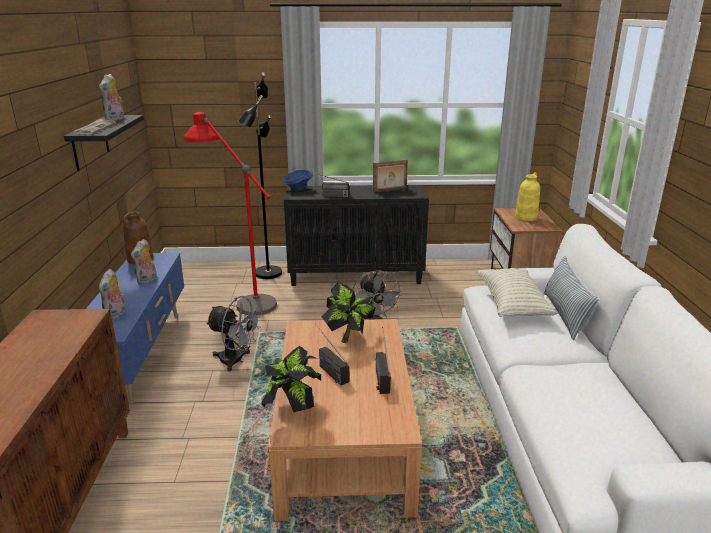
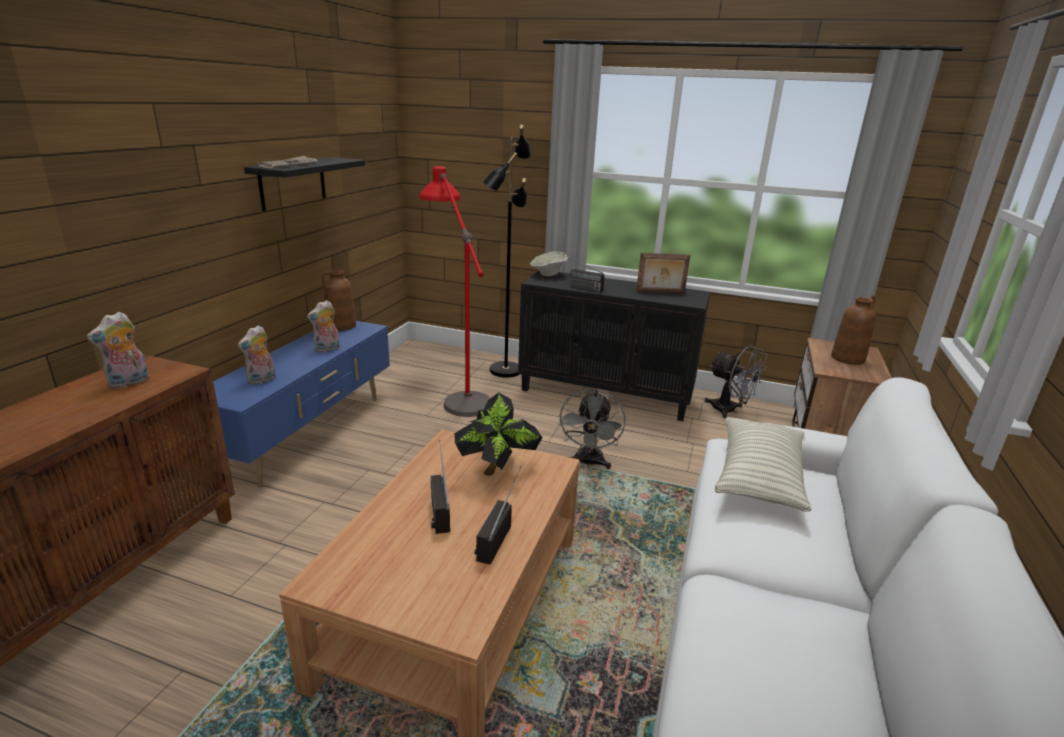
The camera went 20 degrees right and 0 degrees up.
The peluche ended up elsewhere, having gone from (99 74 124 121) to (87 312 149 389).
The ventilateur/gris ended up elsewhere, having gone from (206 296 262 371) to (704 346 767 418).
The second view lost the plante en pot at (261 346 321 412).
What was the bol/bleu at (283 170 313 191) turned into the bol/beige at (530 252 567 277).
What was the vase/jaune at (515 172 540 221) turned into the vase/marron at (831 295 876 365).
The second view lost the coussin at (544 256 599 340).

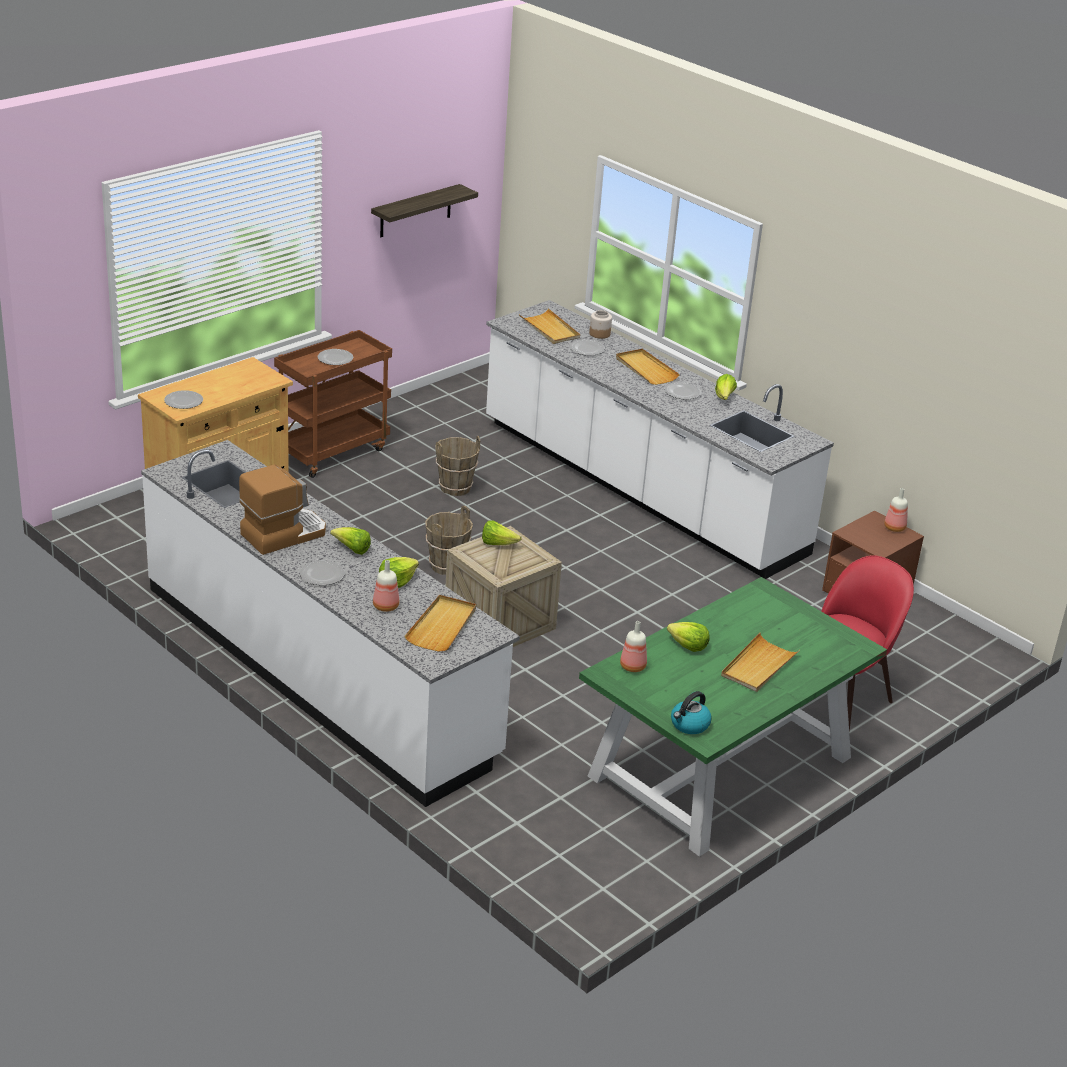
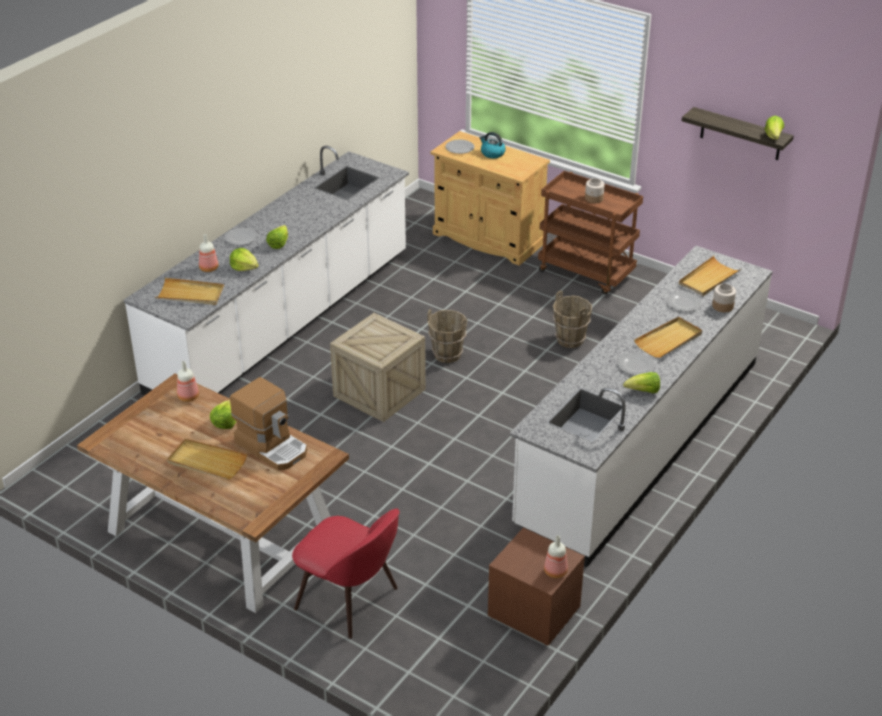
The camera went 80 degrees right and 5 degrees up.
The machine à café ended up elsewhere, having gone from (239 465 326 555) to (230 377 307 470).
Where the assiette stood at (318 349 353 365), the bocal came to stand at (585 178 605 203).
The laitue ended up elsewhere, having gone from (482 520 522 545) to (764 116 784 139).
What was the table à manger/vert at (579 577 887 857) turned into the table à manger/marron at (77 373 349 613).
The bouilloire ended up elsewhere, having gone from (671 691 712 734) to (480 132 506 158).

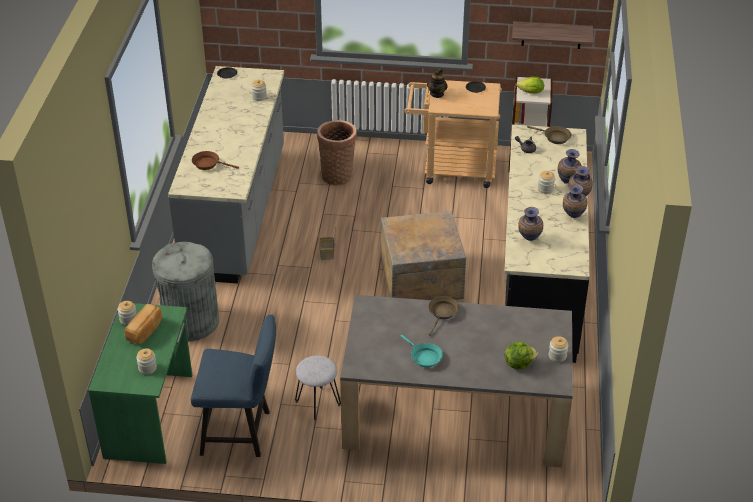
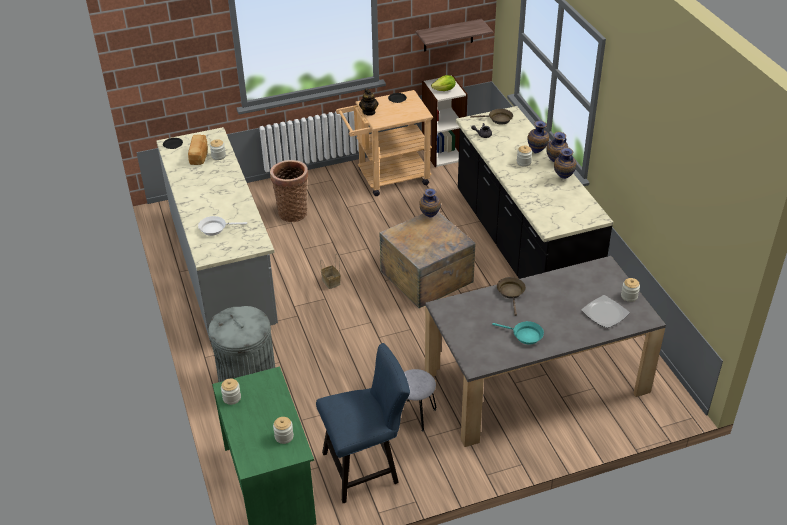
The camera went 25 degrees left and 0 degrees up.
The pain ended up elsewhere, having gone from (124 304 162 344) to (188 135 208 165).
What was the poêle/marron at (192 151 239 170) turned into the poêle/blanc at (198 216 247 236).
Where the laitue stood at (505 342 538 370), the assiette came to stand at (581 295 630 328).
The vase ended up elsewhere, having gone from (518 207 543 241) to (420 188 441 217).

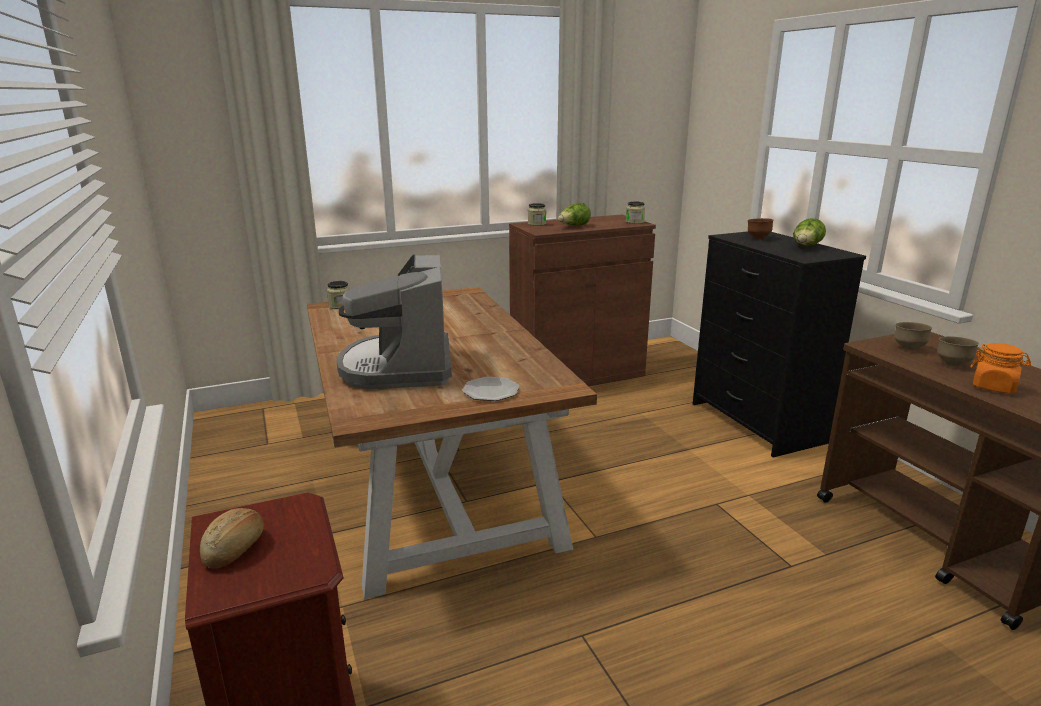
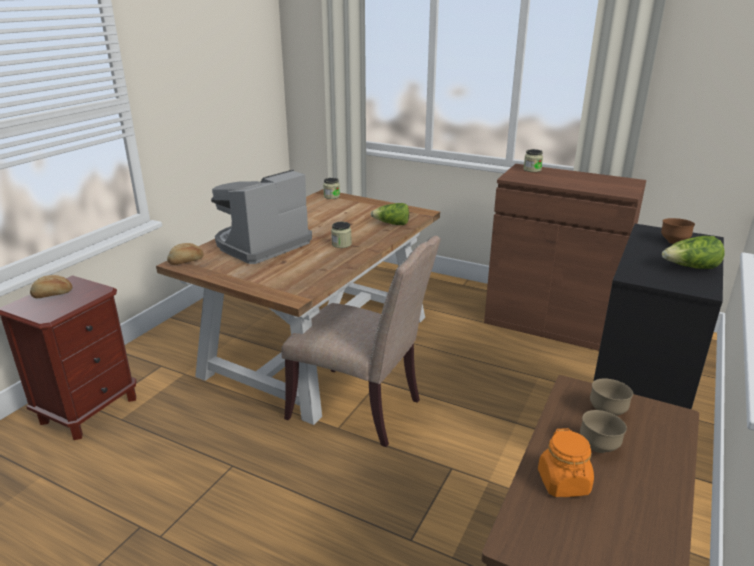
The camera went 50 degrees right and 5 degrees up.
The second view lost the assiette at (462 377 519 401).
The laitue ended up elsewhere, having gone from (558 203 591 226) to (371 203 409 225).
The bocal ended up elsewhere, having gone from (626 201 645 224) to (331 222 352 248).
The second view gained the pain at (167 243 204 265).
The second view gained the chaise/beige at (282 236 441 447).

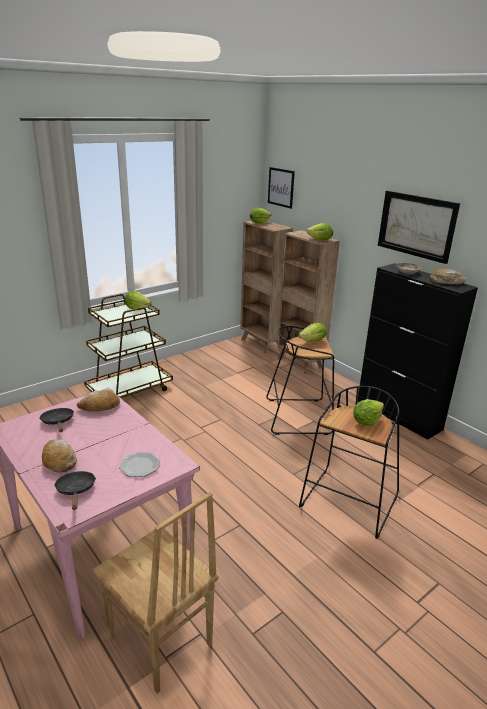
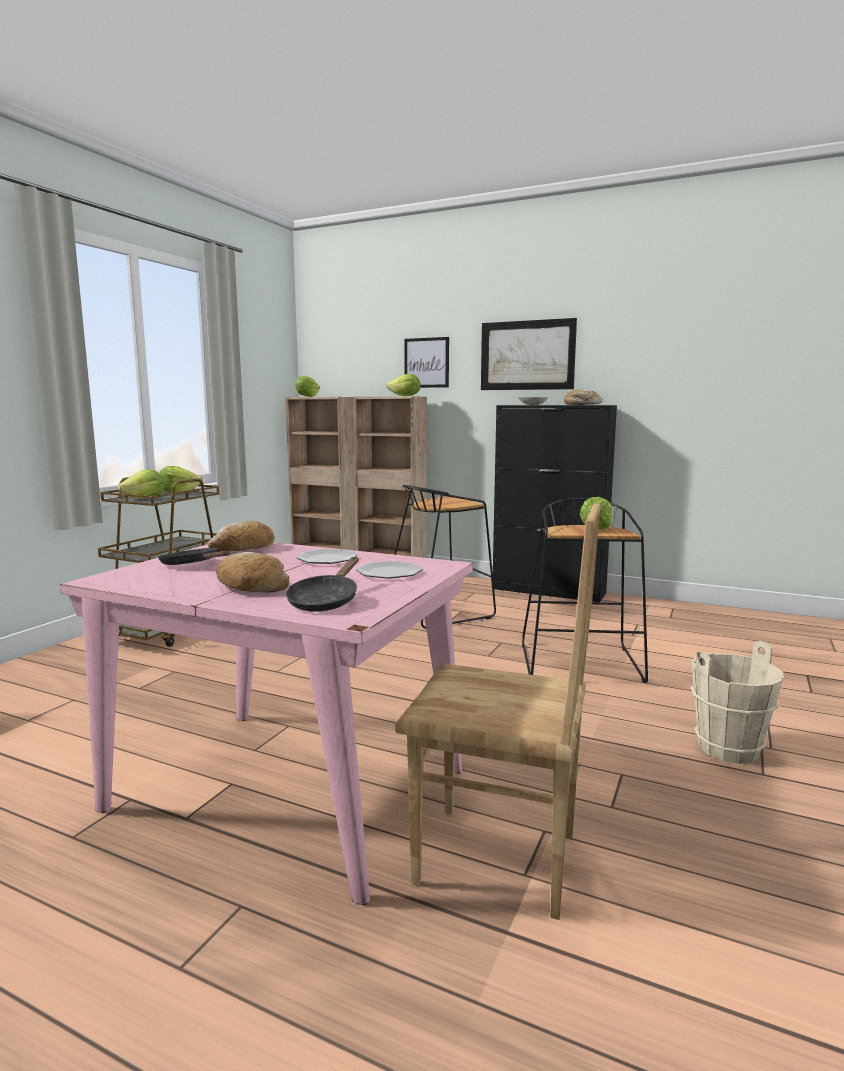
The camera went 25 degrees left and 15 degrees down.
The poêle/noir at (54 471 96 510) ended up facing another way, 120 degrees counterclockwise from before.
The tableau ended up elsewhere, having gone from (268 167 295 209) to (404 337 449 388).
The laitue ended up elsewhere, having gone from (298 323 327 342) to (118 469 165 499).
The second view gained the assiette at (296 549 358 564).
The second view gained the seau/beige at (690 641 784 764).

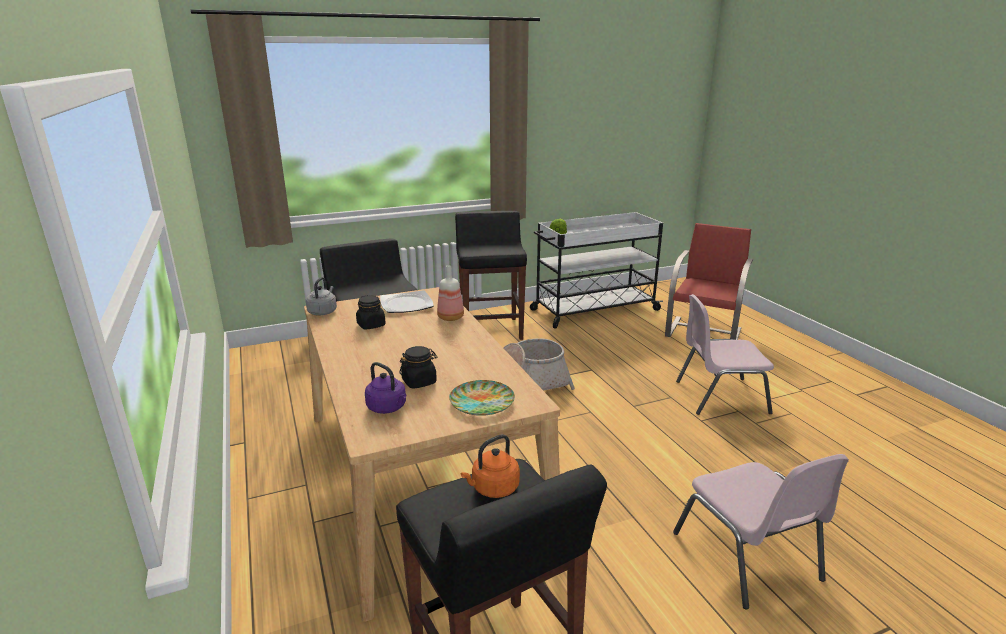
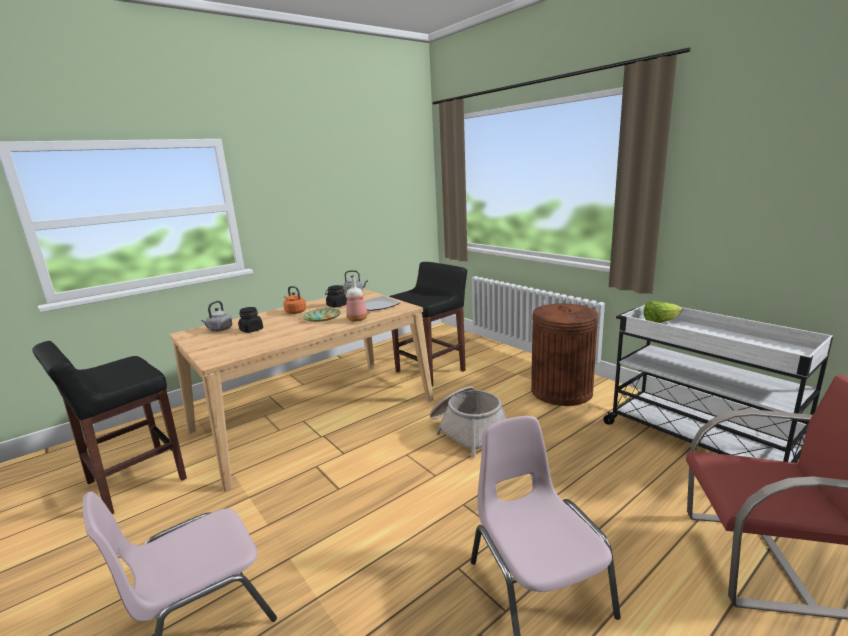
The camera went 75 degrees right and 5 degrees down.
What was the bouilloire/violet at (365 362 406 414) turned into the bouilloire/gris at (201 301 232 332).
The assiette ended up elsewhere, having gone from (449 380 515 416) to (302 308 341 322).
Where the tabouret/noir stood at (455 211 527 340), the poubelle/marron came to stand at (531 304 599 406).
The bouilloire/orange ended up elsewhere, having gone from (461 434 520 498) to (283 286 306 314).

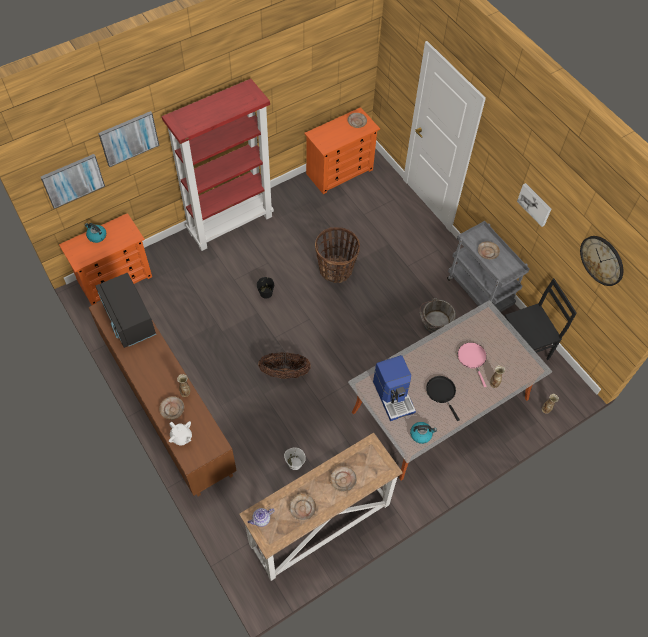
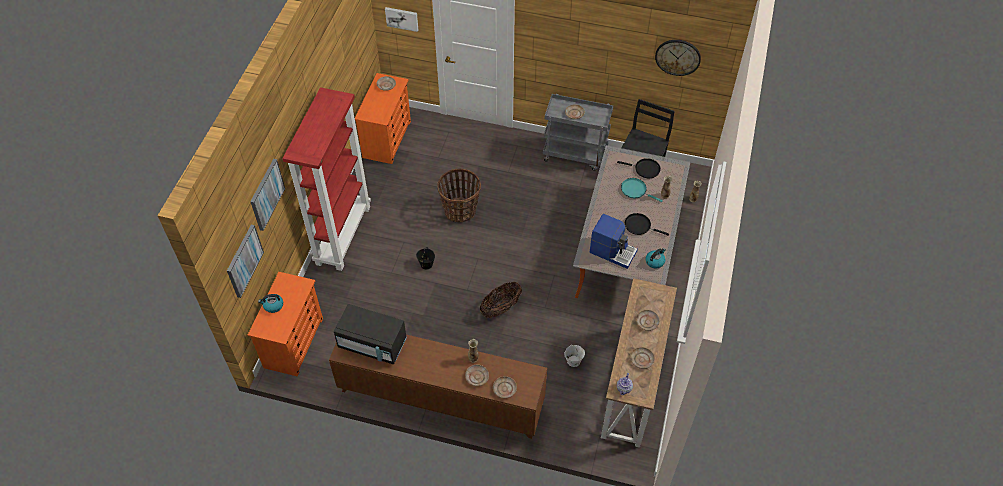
The camera went 40 degrees left and 5 degrees down.
Where the théière/blanc stood at (169 421 192 446), the assiette/beige came to stand at (493 376 517 398).
The second view lost the seau/gris at (419 298 456 333).
What was the poêle/rose at (458 343 487 387) turned into the poêle/turquoise at (621 178 663 202).
The tableau ended up elsewhere, having gone from (517 183 551 227) to (385 7 418 32).
The second view gained the poêle/noir at (617 158 661 178).

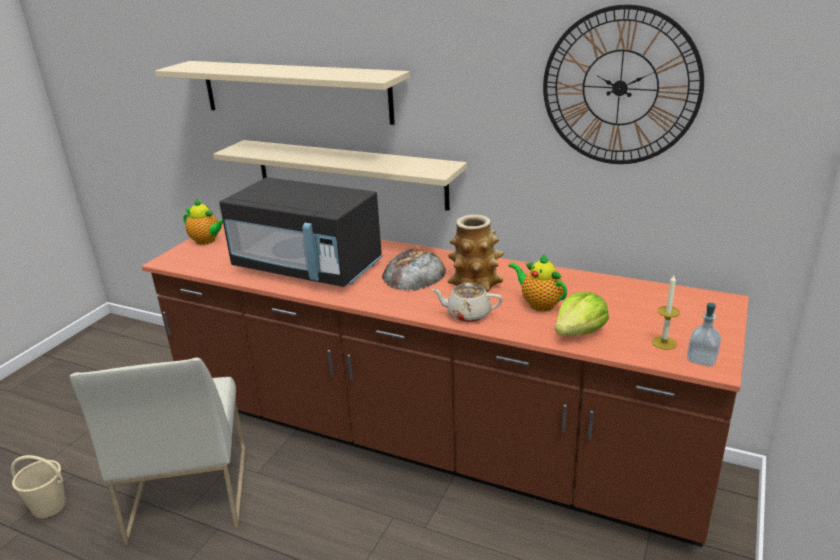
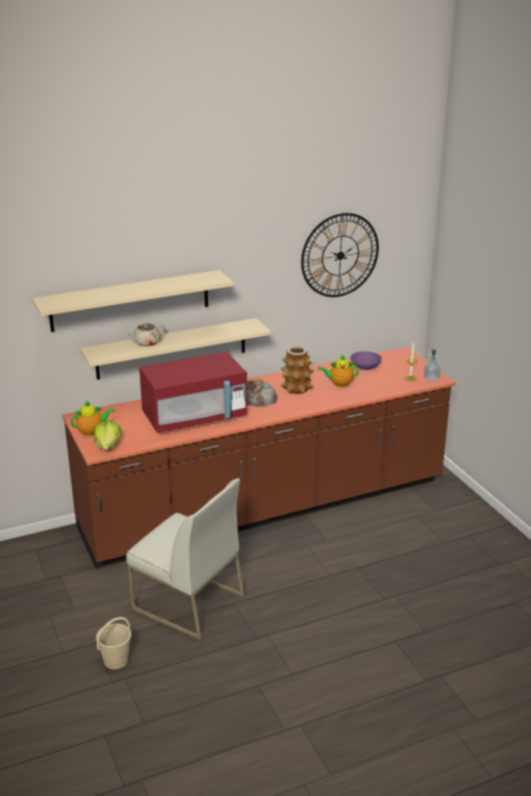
The camera went 50 degrees left and 0 degrees up.
What was the micro-ondes/noir at (219 177 383 287) turned into the micro-ondes/rouge at (139 352 247 433).
The théière/beige ended up elsewhere, having gone from (431 283 503 322) to (127 323 164 346).
The laitue ended up elsewhere, having gone from (555 292 609 336) to (94 421 122 450).
The second view gained the bol/violet at (350 351 382 370).

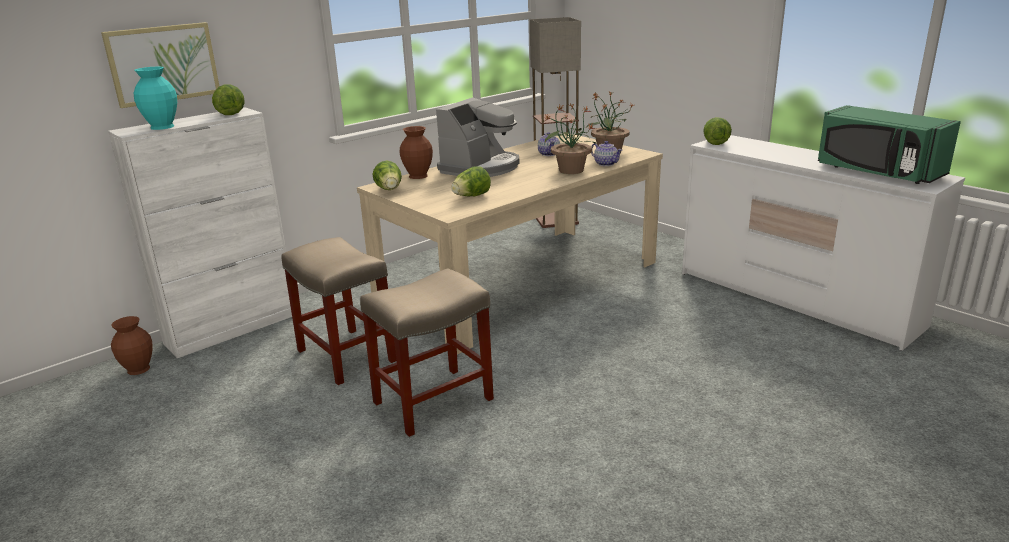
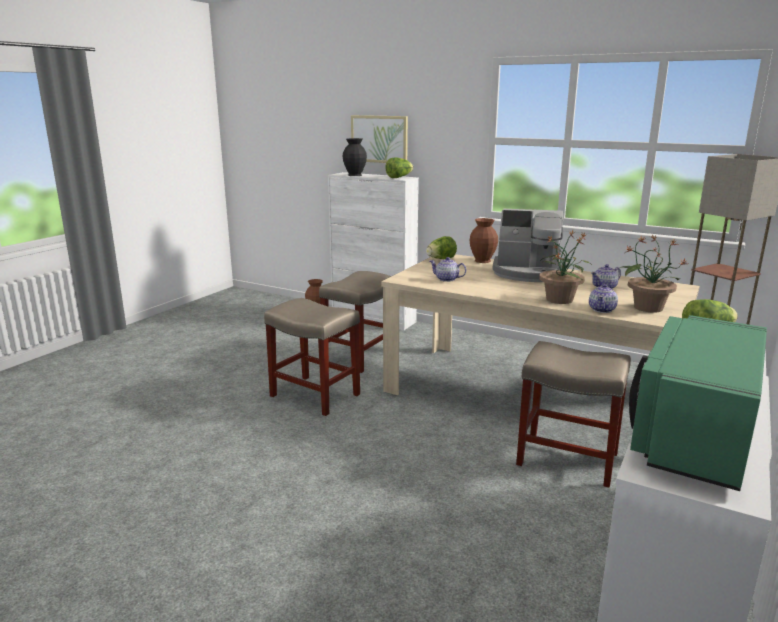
The camera went 70 degrees right and 5 degrees down.
What was the vase/turquoise at (134 67 177 130) turned into the vase/noir at (343 138 367 176).
Where the laitue stood at (451 166 491 196), the théière came to stand at (430 257 467 282).
The second view gained the tabouret/beige at (516 341 631 487).

